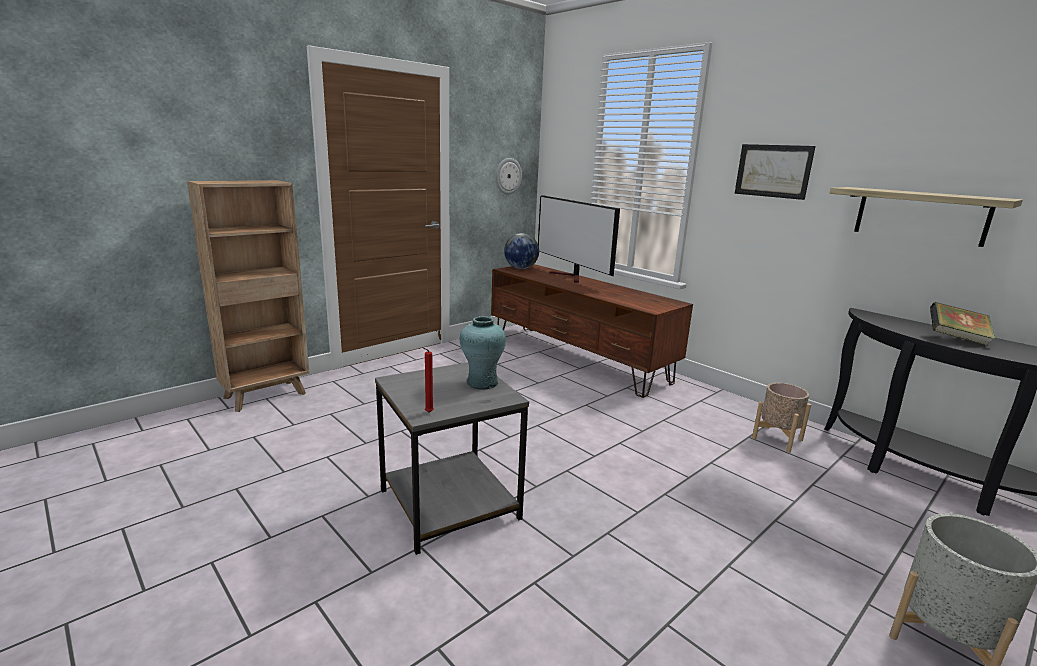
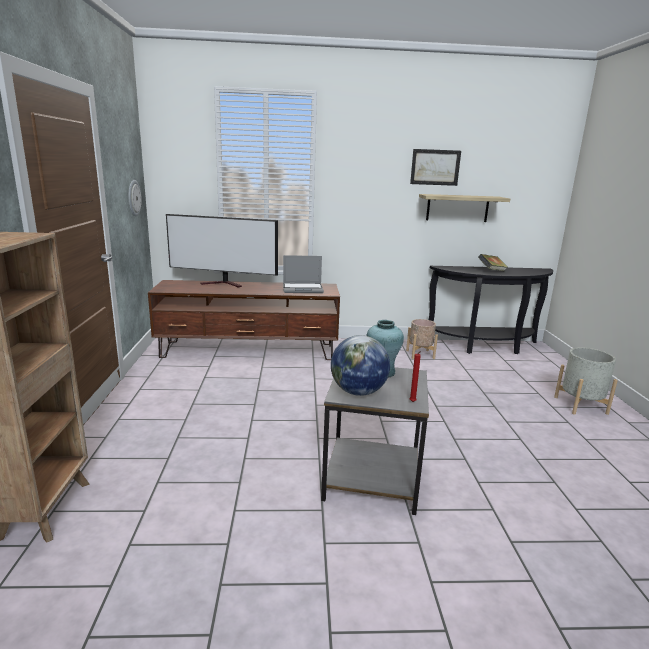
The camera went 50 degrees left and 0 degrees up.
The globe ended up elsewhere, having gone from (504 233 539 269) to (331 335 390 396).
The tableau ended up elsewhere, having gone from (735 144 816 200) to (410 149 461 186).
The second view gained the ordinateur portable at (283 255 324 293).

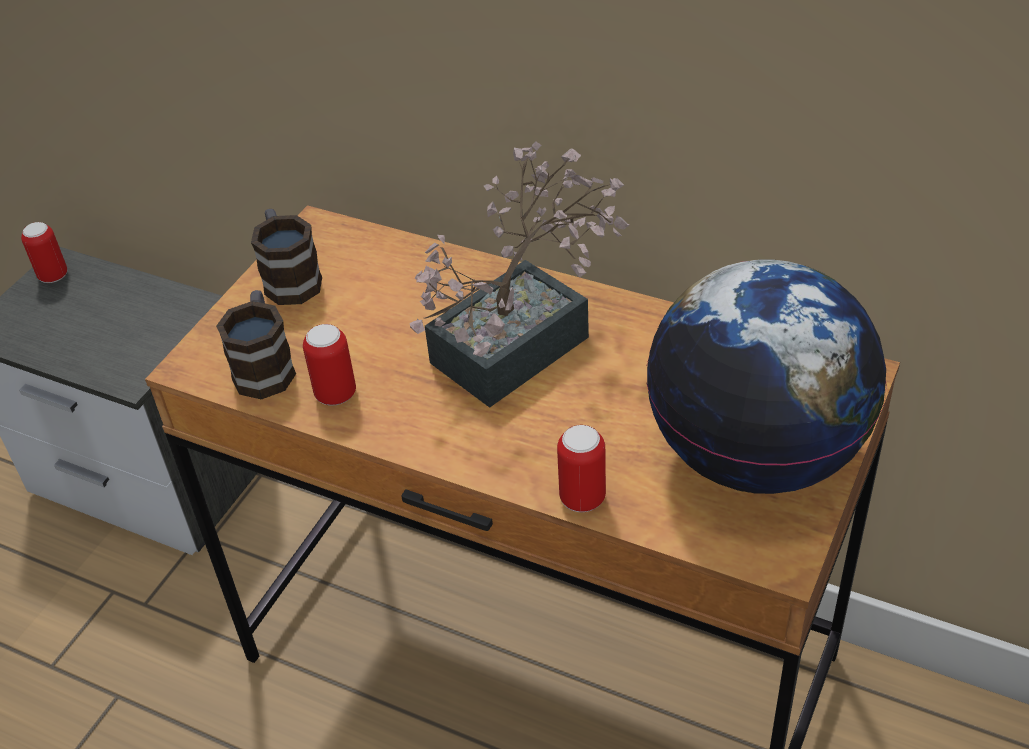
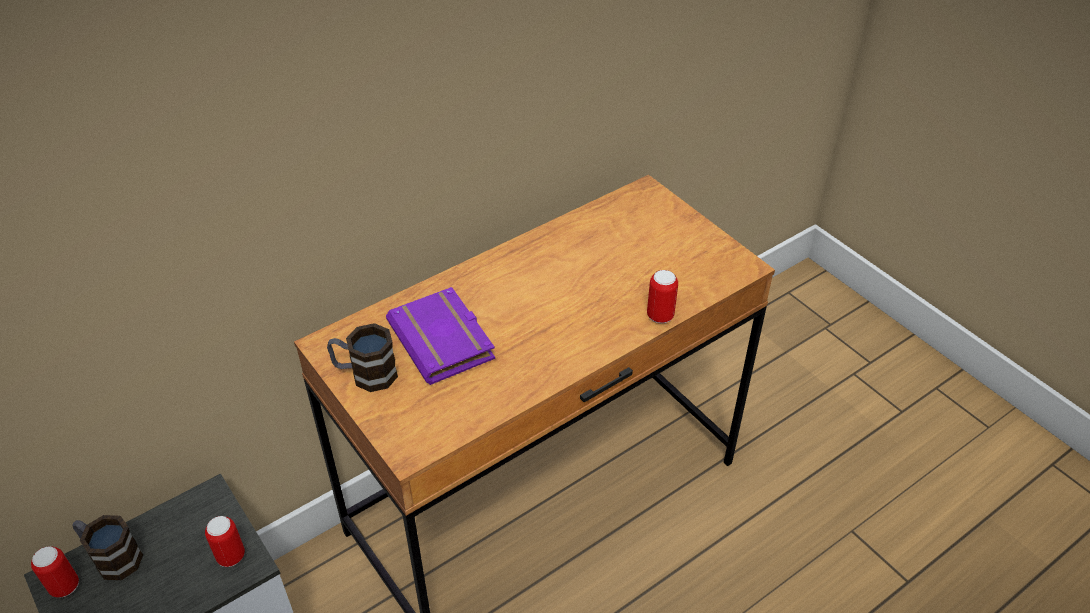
The camera went 65 degrees left and 0 degrees up.
The mug ended up elsewhere, having gone from (216 290 296 399) to (73 515 143 580).
The boîte métallique ended up elsewhere, having gone from (303 324 356 406) to (205 516 245 567).
The second view lost the plante en pot at (410 141 629 408).
The second view lost the globe at (646 260 887 494).
The second view gained the livre/violet at (386 287 495 385).

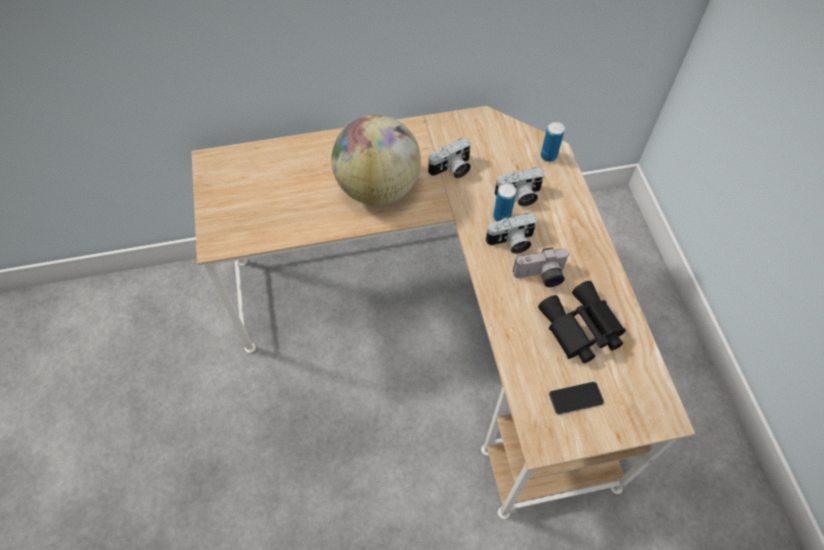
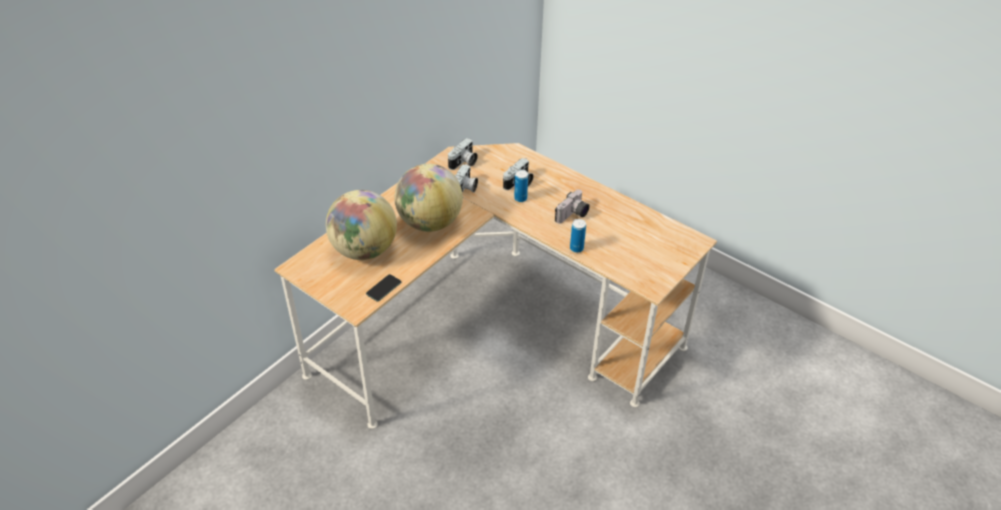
The camera went 40 degrees left and 15 degrees down.
The appareil photo ended up elsewhere, having gone from (486 213 537 254) to (448 138 478 170).
The second view lost the jumelles/noir at (538 281 626 363).
The boîte métallique ended up elsewhere, having gone from (541 121 565 162) to (570 219 586 253).
The téléphone ended up elsewhere, having gone from (549 382 604 415) to (366 274 401 302).
The second view gained the globe at (326 190 397 260).

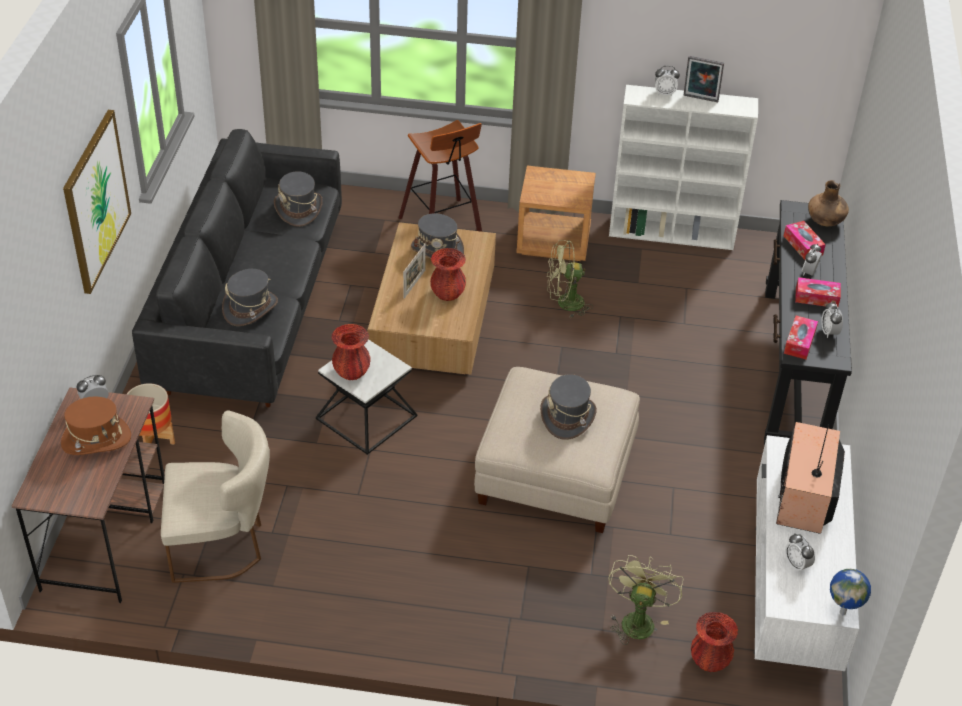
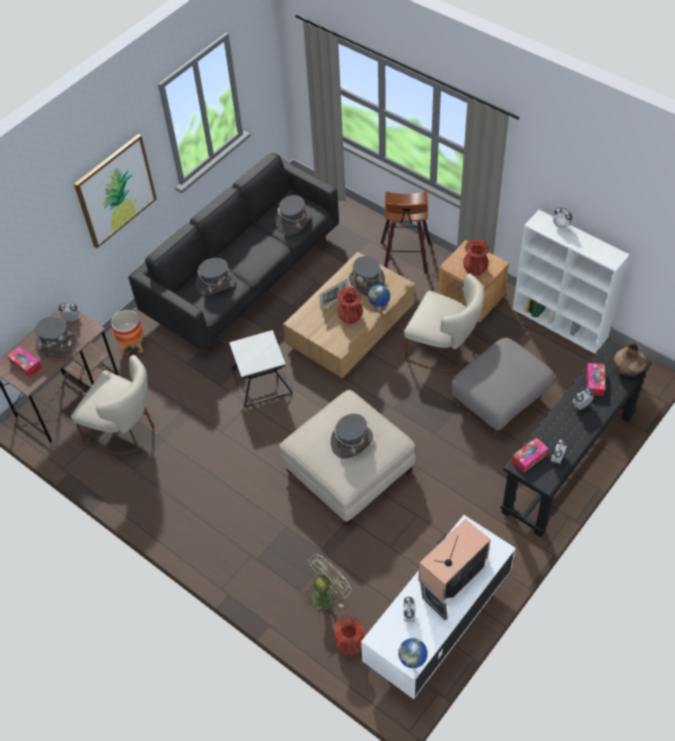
The camera went 35 degrees right and 10 degrees up.
What was the chapeau/marron at (61 396 131 455) turned into the chapeau/gris at (35 317 78 355).
The vase/rouge ended up elsewhere, having gone from (331 324 371 380) to (463 239 490 276).
Where the ventilateur/vert stood at (547 240 593 318), the chaise/beige came to stand at (404 273 485 372).
The cadre photo ended up elsewhere, having gone from (683 56 724 102) to (420 580 448 621).
The boîte à mouchoirs ended up elsewhere, having gone from (795 277 841 307) to (7 346 42 377).
The second view gained the globe at (368 284 390 311).
The second view gained the pouf/gris at (452 338 554 436).

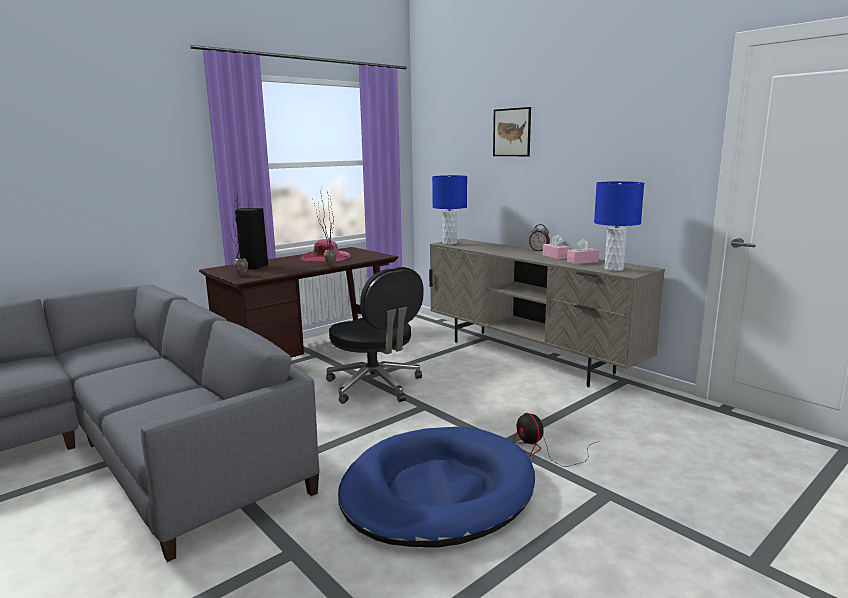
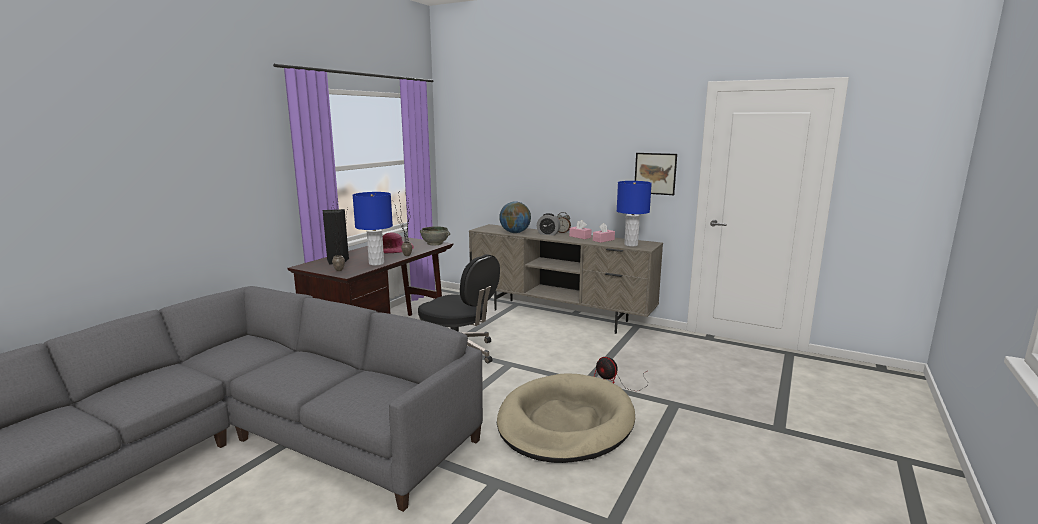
The camera went 20 degrees left and 0 degrees up.
What was the panier pour chien/bleu at (338 427 535 548) turned into the panier pour chien/beige at (497 373 635 463).
The lampe de table/bleu ended up elsewhere, having gone from (432 175 467 244) to (353 192 393 266).
The tableau ended up elsewhere, having gone from (493 107 531 156) to (635 153 677 195).
The second view gained the bol/gris at (420 226 450 245).
The second view gained the globe at (499 201 531 233).
The second view gained the réveil at (537 213 560 236).

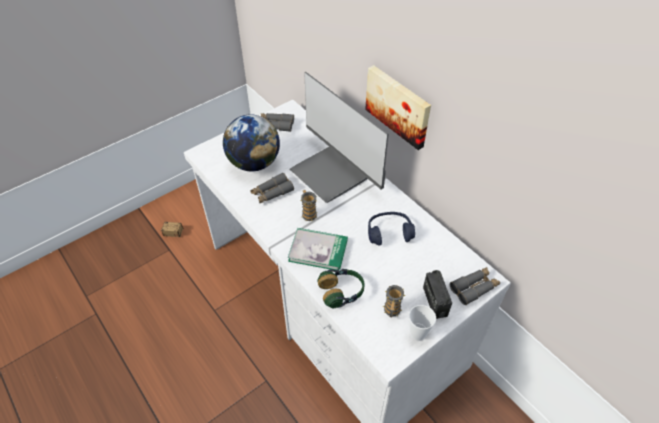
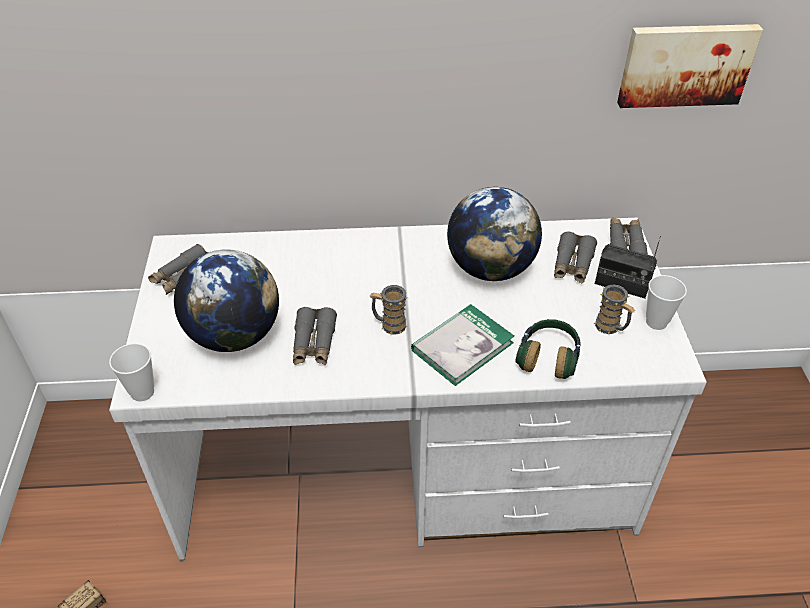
The camera went 55 degrees left and 5 degrees down.
The second view lost the écran d'ordinateur at (290 72 388 203).
The tableau ended up elsewhere, having gone from (365 65 431 150) to (617 24 763 108).
Where the casque audio/bleu stood at (368 212 415 245), the globe came to stand at (447 187 542 281).
The second view gained the tasse at (109 343 154 402).
The second view gained the jumelles/gris at (554 232 597 284).

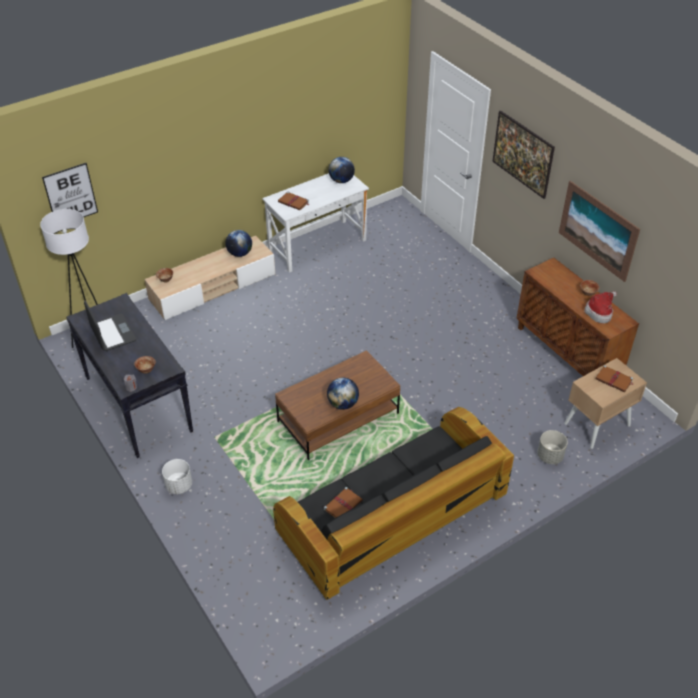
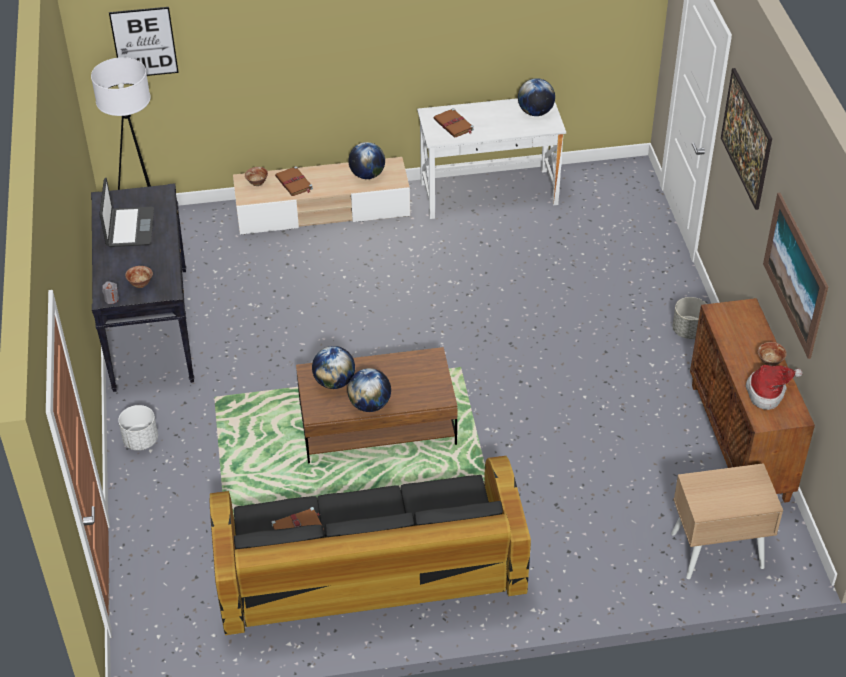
The camera went 25 degrees right and 0 degrees up.
The cache-pot/gris ended up elsewhere, having gone from (537 430 568 464) to (672 297 706 339).
The livre/marron ended up elsewhere, having gone from (595 365 633 392) to (275 166 313 196).
The second view gained the globe at (312 346 355 389).

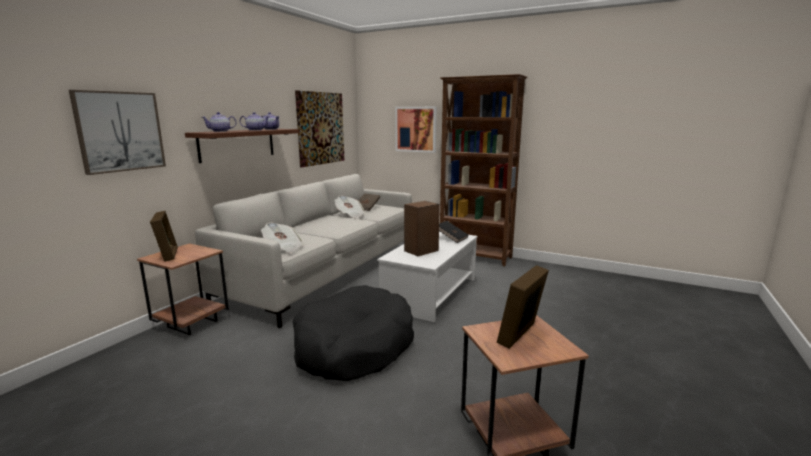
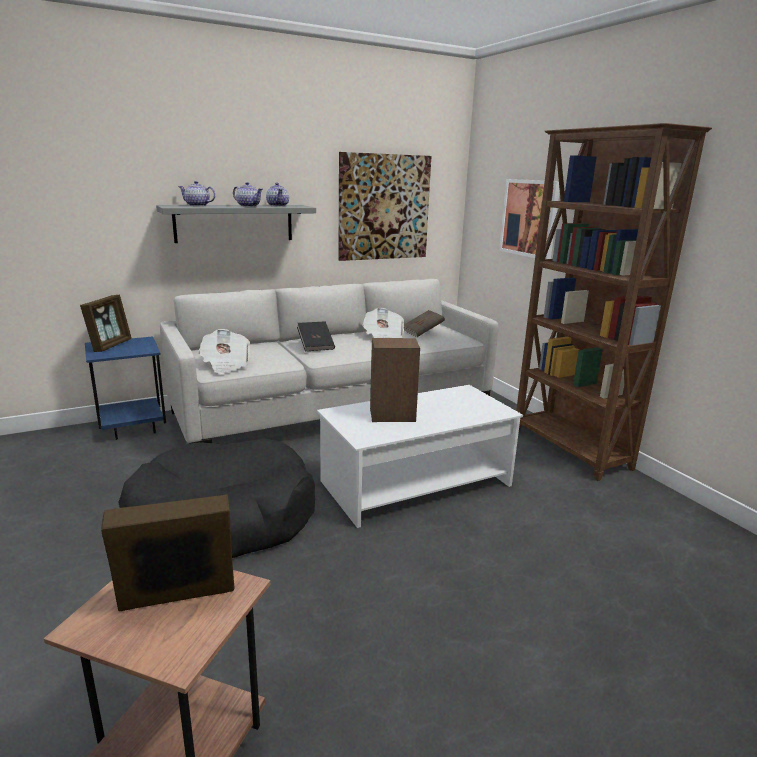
The camera went 35 degrees right and 5 degrees up.
The second view lost the tableau at (69 90 166 175).
What was the table d'appoint/marron at (137 243 229 335) turned into the table d'appoint/bleu at (85 336 166 440).
What was the étagère/marron at (185 129 299 163) turned into the étagère/gris at (156 205 316 243).
The livre/noir ended up elsewhere, having gone from (439 221 468 243) to (297 321 335 351).

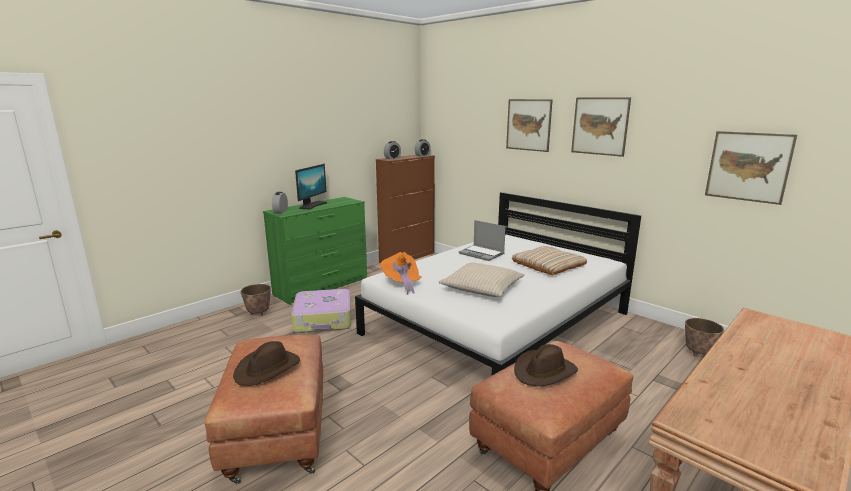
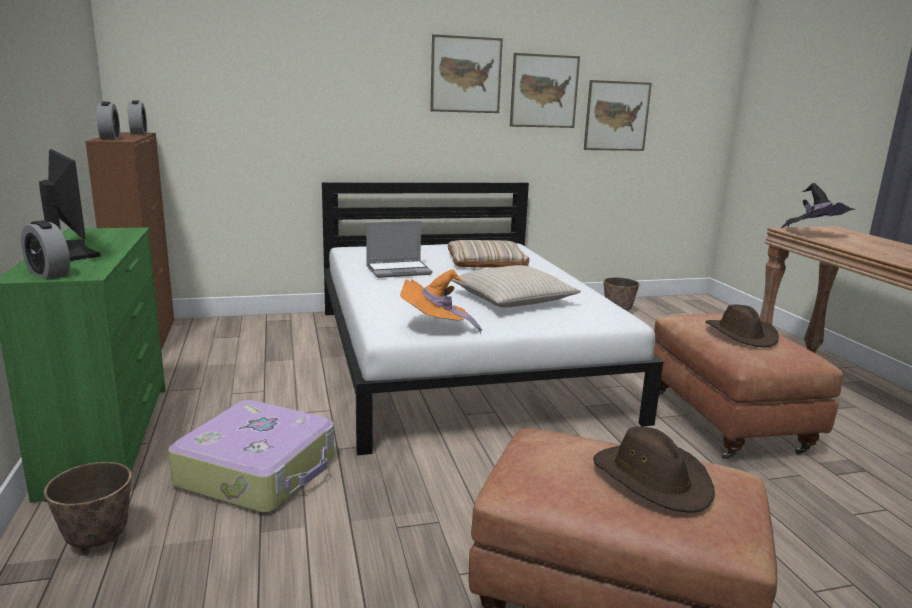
The camera went 60 degrees left and 0 degrees up.
The tableau ended up elsewhere, having gone from (506 99 552 152) to (510 53 580 128).
The second view gained the chapeau/noir at (781 183 855 228).

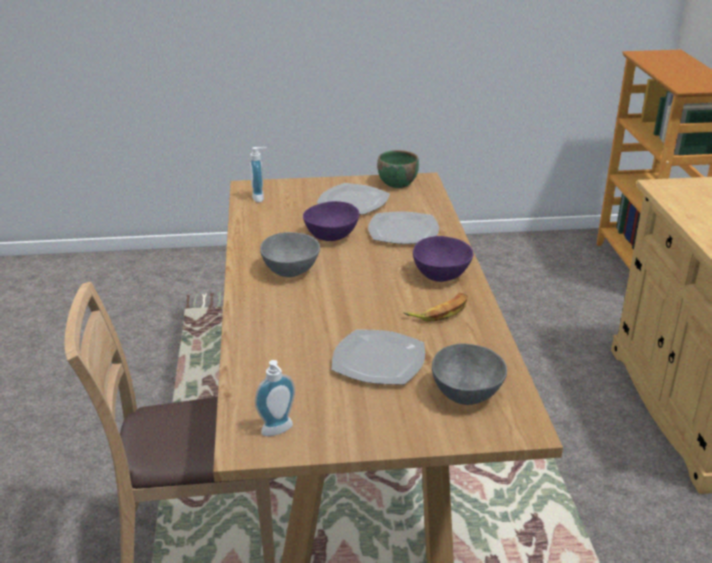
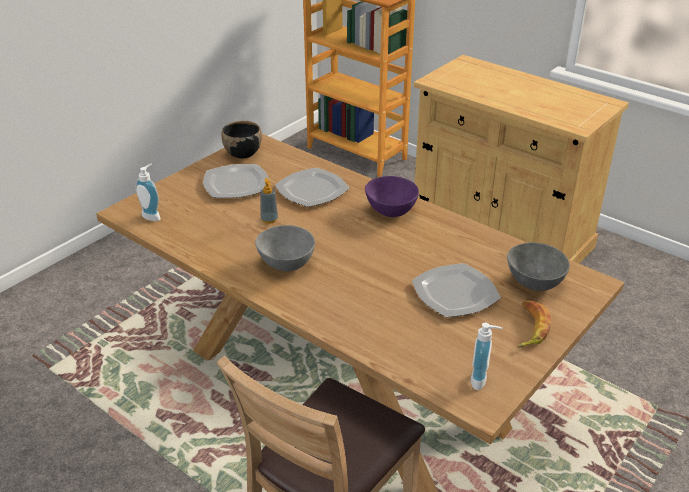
The camera went 45 degrees left and 5 degrees up.
Where the bol/violet stood at (303 201 359 241), the distributeur de savon came to stand at (260 178 278 224).
What was the bol/vert at (377 150 419 188) turned into the bol/noir at (221 121 262 158).
The banane ended up elsewhere, having gone from (404 293 467 322) to (517 300 551 347).

